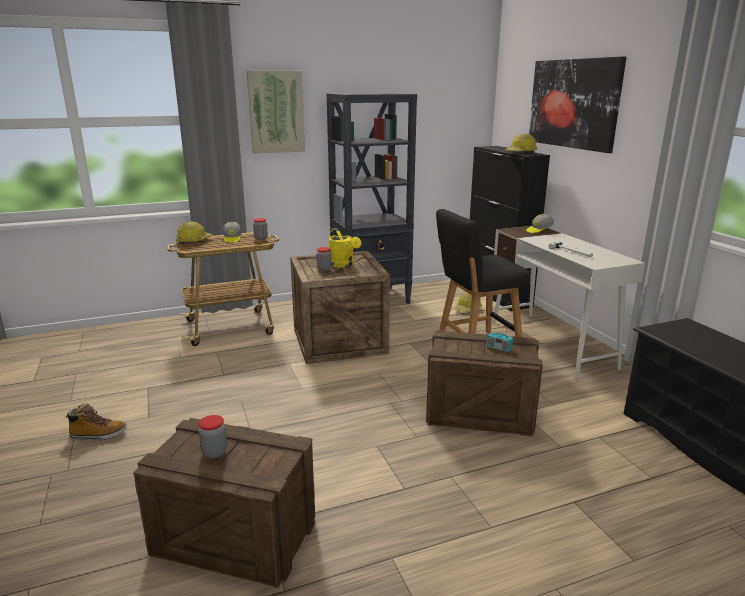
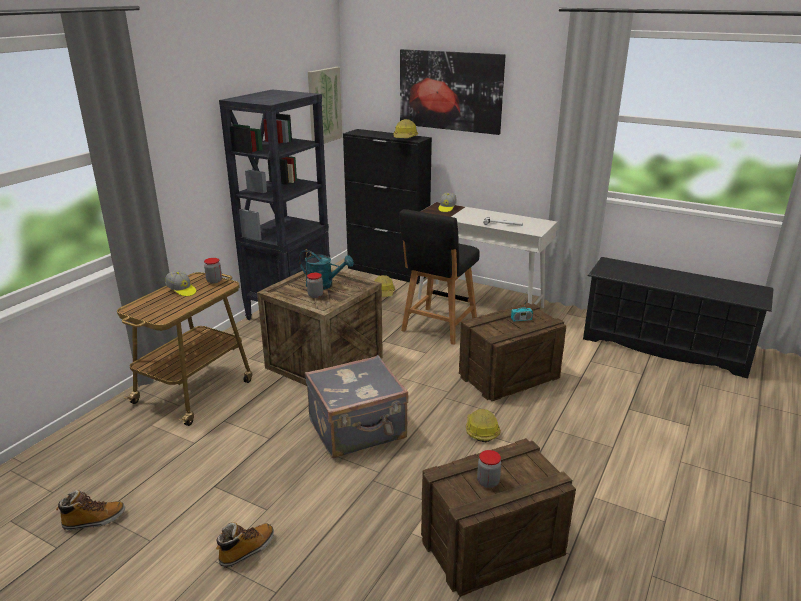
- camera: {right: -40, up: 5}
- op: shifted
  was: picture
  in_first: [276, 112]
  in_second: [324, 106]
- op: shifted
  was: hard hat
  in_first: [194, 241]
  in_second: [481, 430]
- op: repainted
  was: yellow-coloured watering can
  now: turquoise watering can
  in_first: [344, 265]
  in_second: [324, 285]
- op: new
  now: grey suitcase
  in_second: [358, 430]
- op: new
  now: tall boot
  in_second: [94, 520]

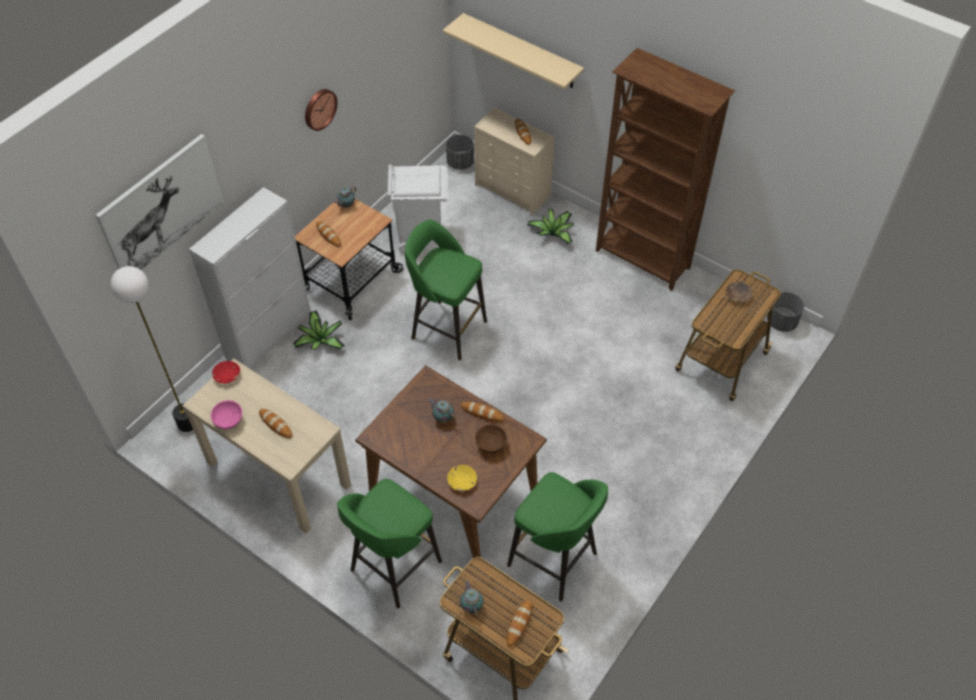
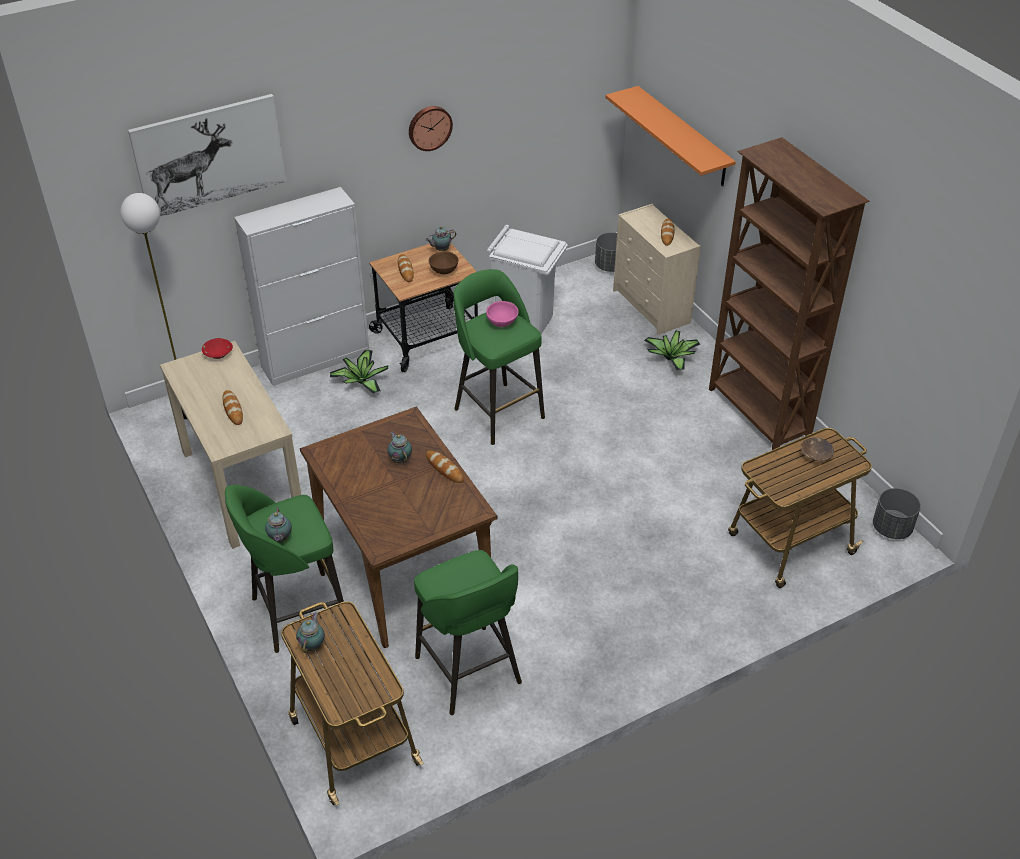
- camera: {right: 25, up: -10}
- op: repainted
  was: beige wall shelf
  now: orange-coloured wall shelf
  in_first: [521, 51]
  in_second: [683, 137]
- op: shifted
  was: pinkish deep dish
  in_first: [229, 421]
  in_second: [502, 322]
- op: shifted
  was: brown deep dish
  in_first: [490, 445]
  in_second: [443, 271]
- op: gone
  was: yellow-coloured deep dish
  in_first: [461, 481]
- op: gone
  was: bakery bread
  in_first: [519, 623]
- op: new
  now: pot for tea
  in_second: [280, 539]

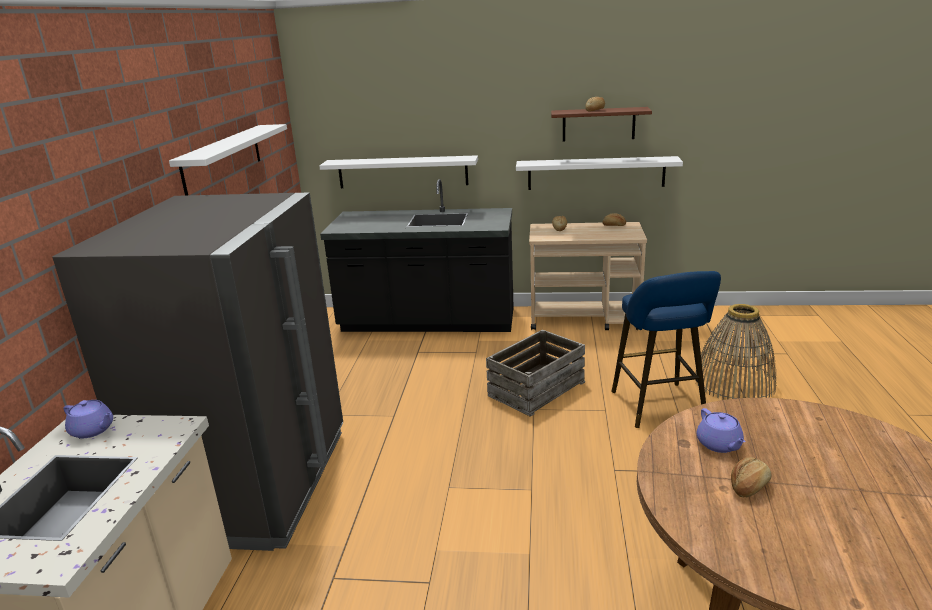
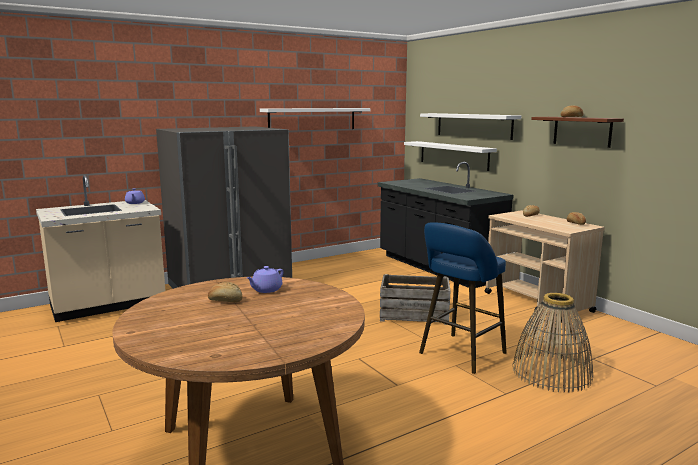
- camera: {right: 50, up: -10}
- op: shifted
  was: white-coloured wall shelf
  in_first: [595, 173]
  in_second: [473, 125]

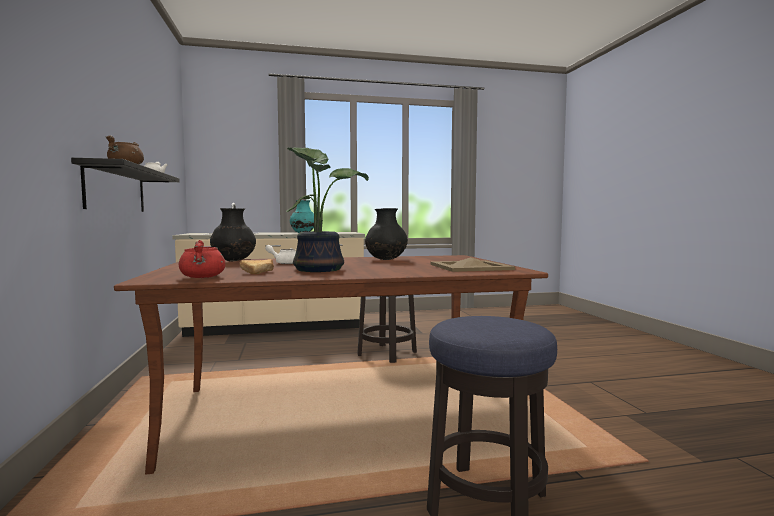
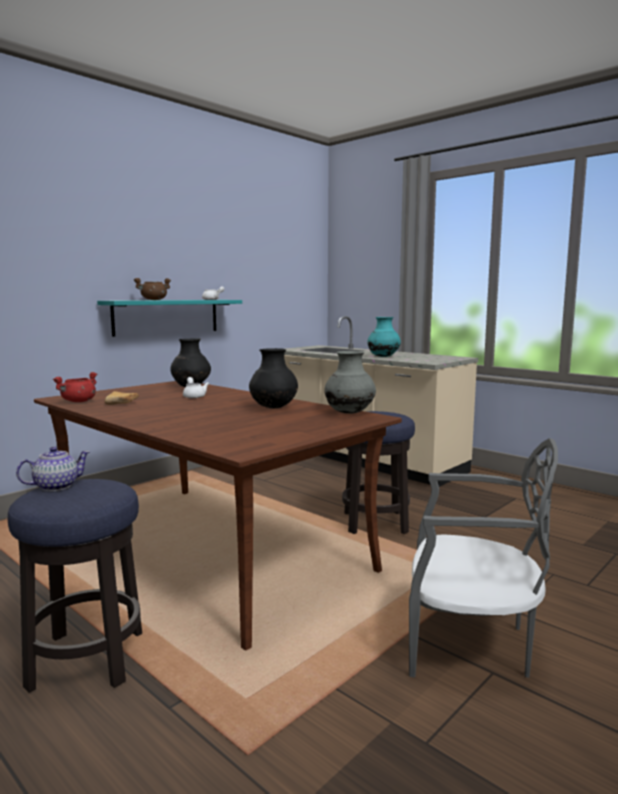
- camera: {right: 55, up: 5}
- op: gone
  was: potted plant
  in_first: [319, 269]
- op: repainted
  was: blackish wall shelf
  now: turquoise wall shelf
  in_first: [116, 190]
  in_second: [167, 316]
- op: gone
  was: beige tray
  in_first: [470, 267]
- op: new
  now: grey vase
  in_second: [349, 413]
- op: new
  now: grey chair
  in_second: [470, 644]
- op: new
  now: pot for tea
  in_second: [55, 486]

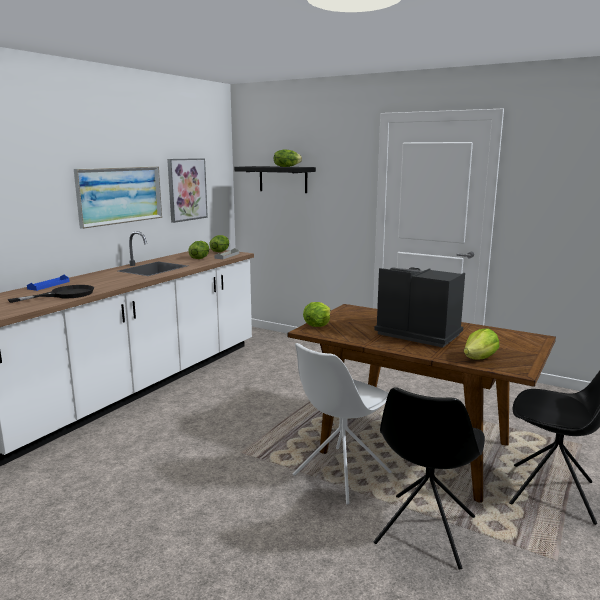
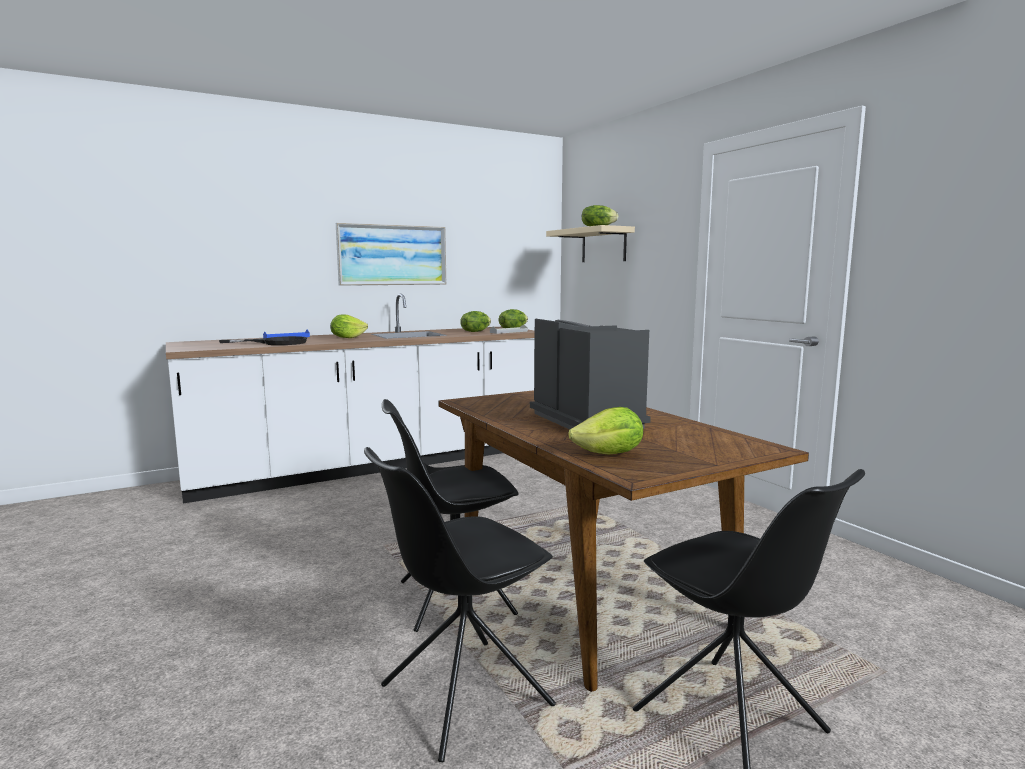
- camera: {right: 30, up: -5}
- op: gone
  was: picture
  in_first: [186, 189]
- op: repainted
  was: blackish wall shelf
  now: beige wall shelf
  in_first: [283, 179]
  in_second: [603, 245]
- op: shifted
  was: head of lettuce
  in_first: [317, 325]
  in_second: [347, 338]
- op: repainted
  was: white-coloured chair
  now: blackish chair
  in_first: [340, 475]
  in_second: [453, 598]

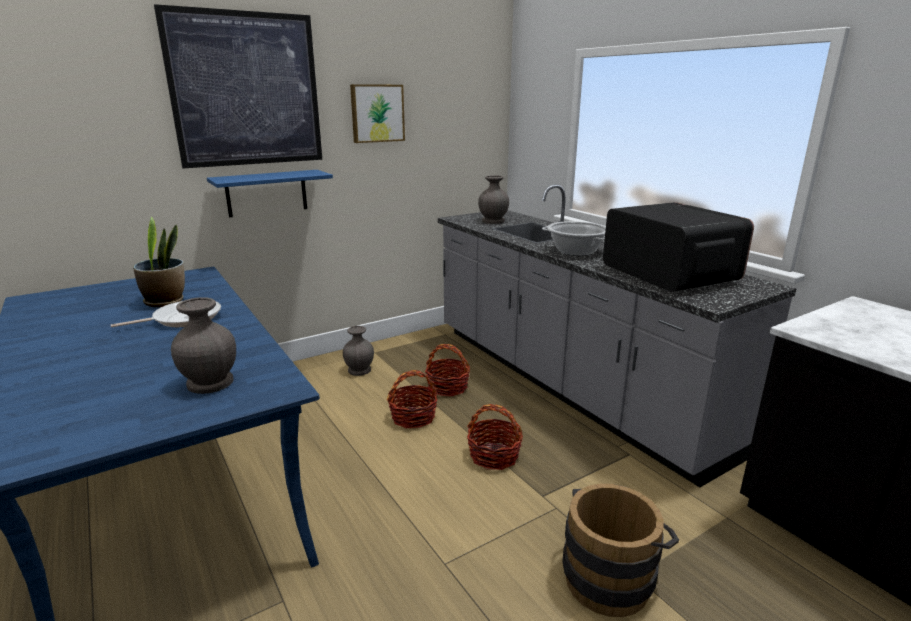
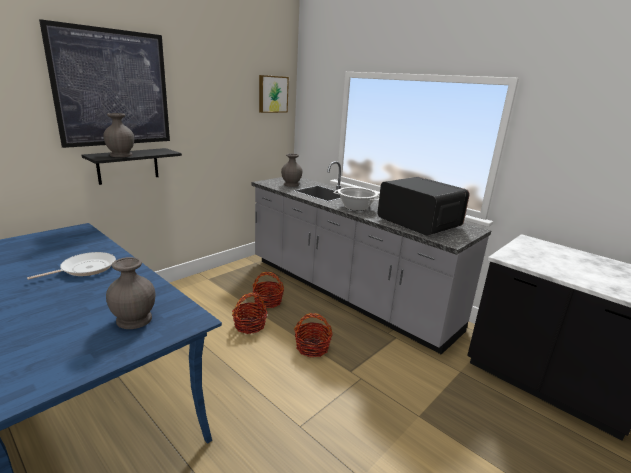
- camera: {right: -15, up: 0}
- op: shifted
  was: picture
  in_first: [377, 113]
  in_second: [272, 94]
- op: repainted
  was: bluish wall shelf
  now: blackish wall shelf
  in_first: [266, 193]
  in_second: [128, 166]
- op: gone
  was: potted plant
  in_first: [165, 301]
- op: shifted
  was: grey vase
  in_first: [359, 370]
  in_second: [120, 155]
- op: gone
  was: brown water bucket
  in_first: [611, 576]

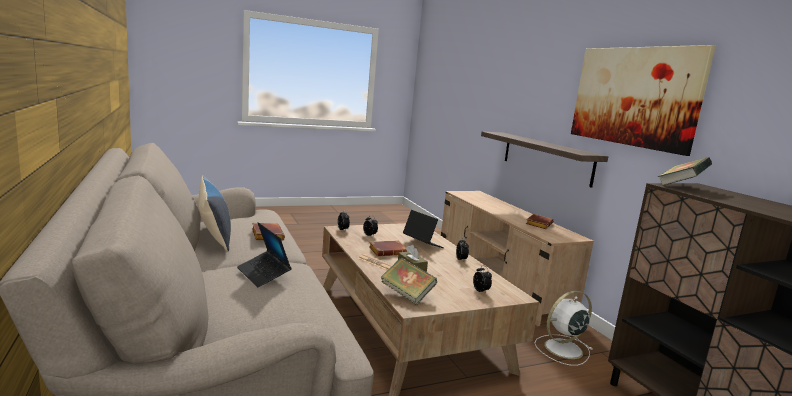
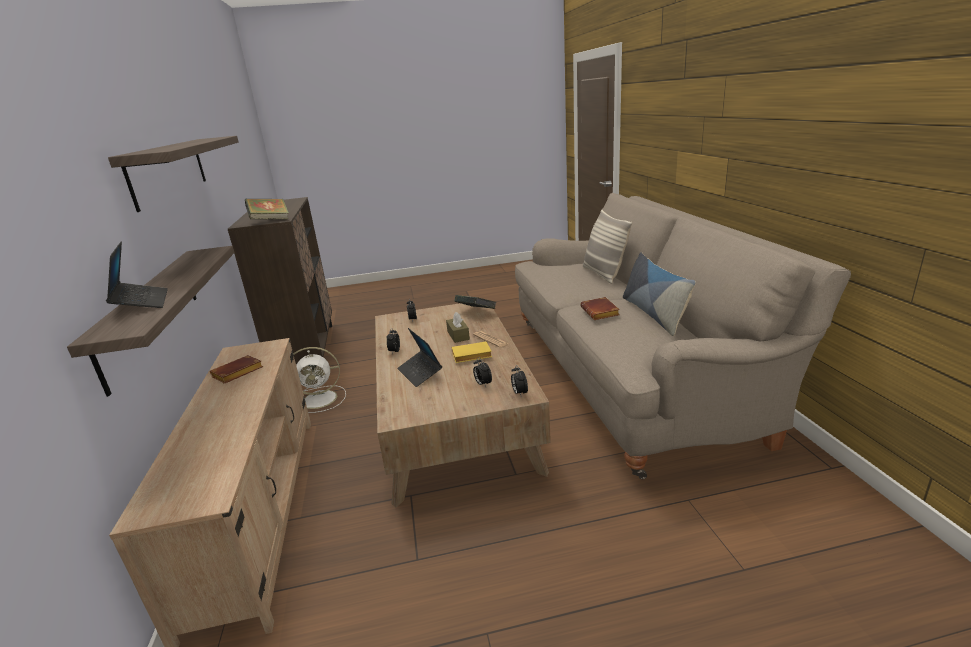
- camera: {right: -165, up: 10}
- op: swapped
  was: picture
  now: wall shelf
  in_first: [634, 96]
  in_second: [169, 170]
- op: shifted
  was: laptop
  in_first: [263, 274]
  in_second: [141, 302]
- op: repainted
  was: brown volume
  now: yellow-coloured volume
  in_first: [388, 251]
  in_second: [470, 356]
- op: new
  now: pillow
  in_second: [603, 274]

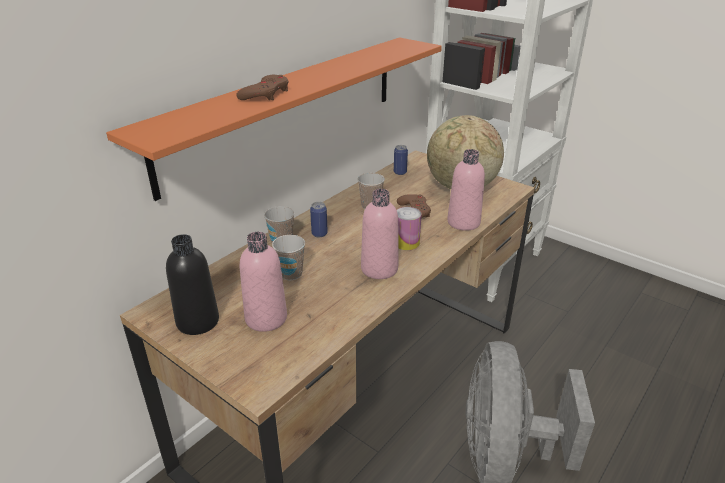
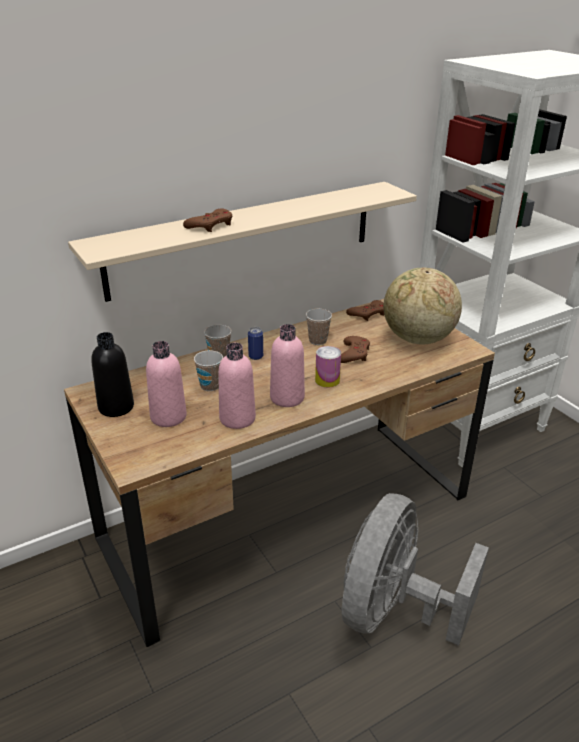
- camera: {right: 20, up: 0}
- op: repainted
  was: orange-coloured wall shelf
  now: beige wall shelf
  in_first: [287, 108]
  in_second: [244, 238]
- op: swapped
  was: can
  now: brown gamepad
  in_first: [400, 172]
  in_second: [368, 314]
- op: shifted
  was: pinkish drink bottle
  in_first: [463, 222]
  in_second: [237, 418]

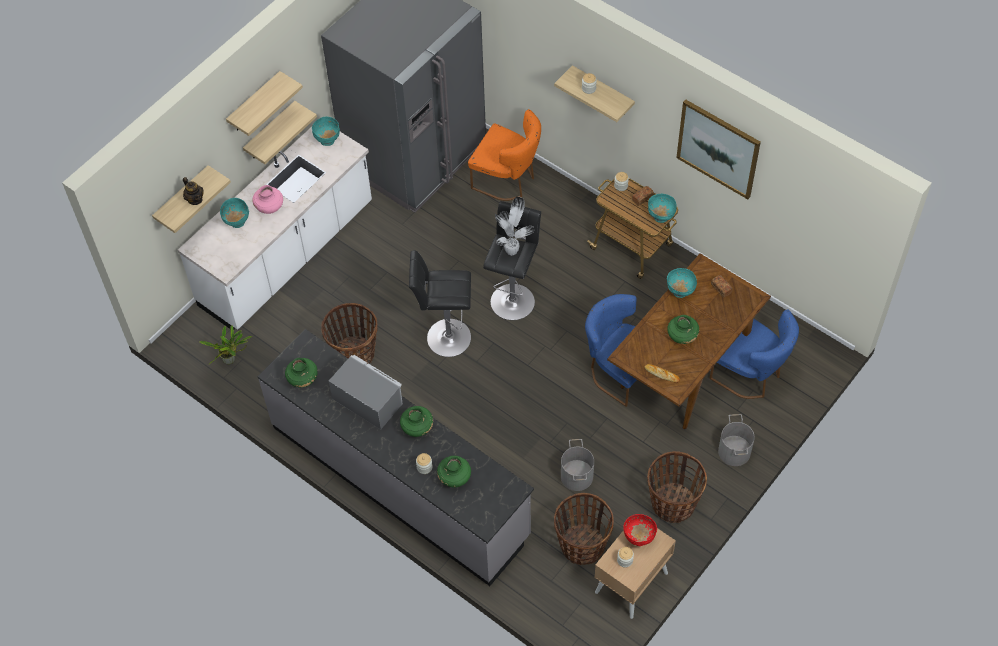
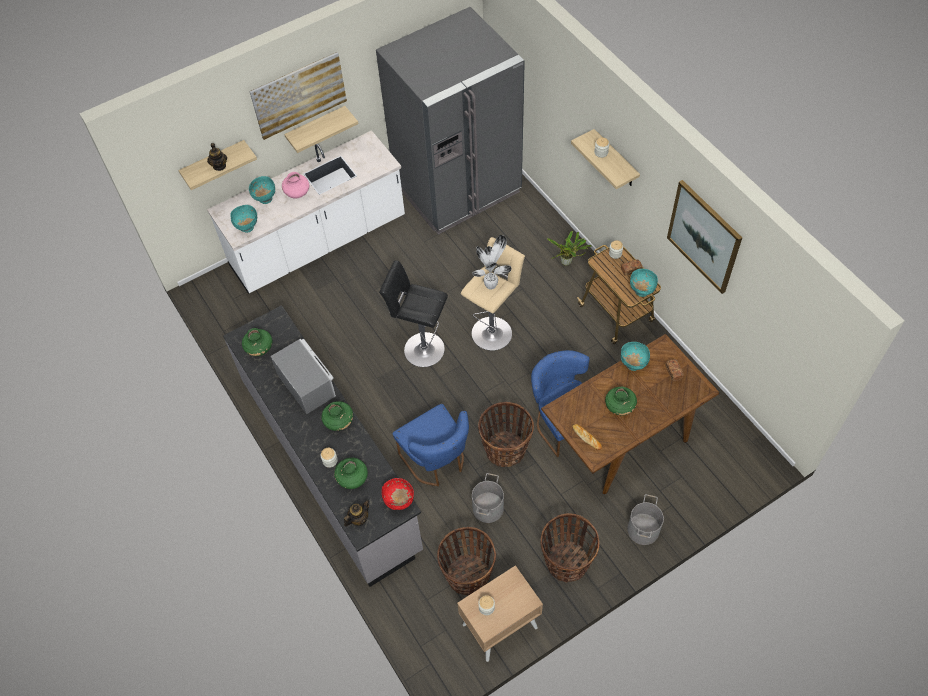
- camera: {right: 20, up: 0}
- op: swapped
  was: wall shelf
  now: picture
  in_first: [255, 103]
  in_second: [299, 95]
- op: gone
  was: orange-coloured chair
  in_first: [508, 180]
- op: shifted
  was: turquoise deep dish
  in_first: [328, 140]
  in_second: [247, 227]
- op: repainted
  was: blackish stool seat
  now: beige stool seat
  in_first: [513, 299]
  in_second: [493, 331]
- op: shifted
  was: storage basket
  in_first: [354, 354]
  in_second: [505, 449]
- op: shifted
  was: bluish chair
  in_first: [750, 375]
  in_second: [437, 461]
- op: shifted
  was: potted plant
  in_first: [231, 360]
  in_second: [567, 262]
- op: shifted
  was: reddish deep dish
  in_first: [639, 538]
  in_second: [399, 502]
- op: new
  now: pot for tea
  in_second: [358, 519]

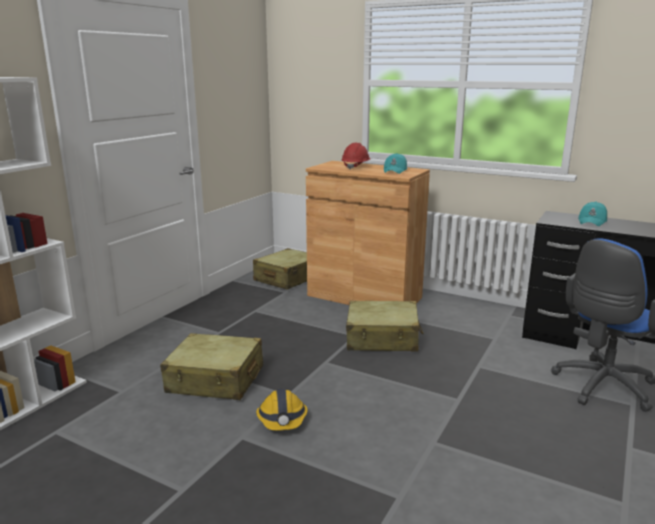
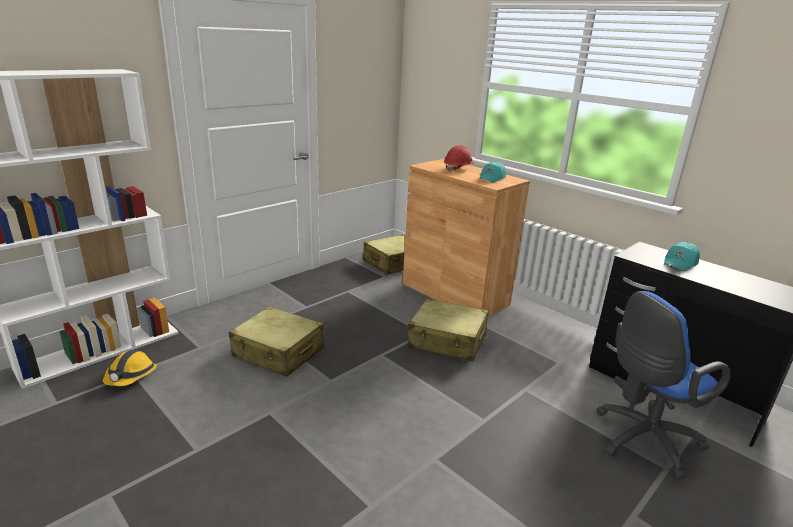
- camera: {right: 15, up: 5}
- op: shifted
  was: hard hat
  in_first: [282, 419]
  in_second: [131, 376]

